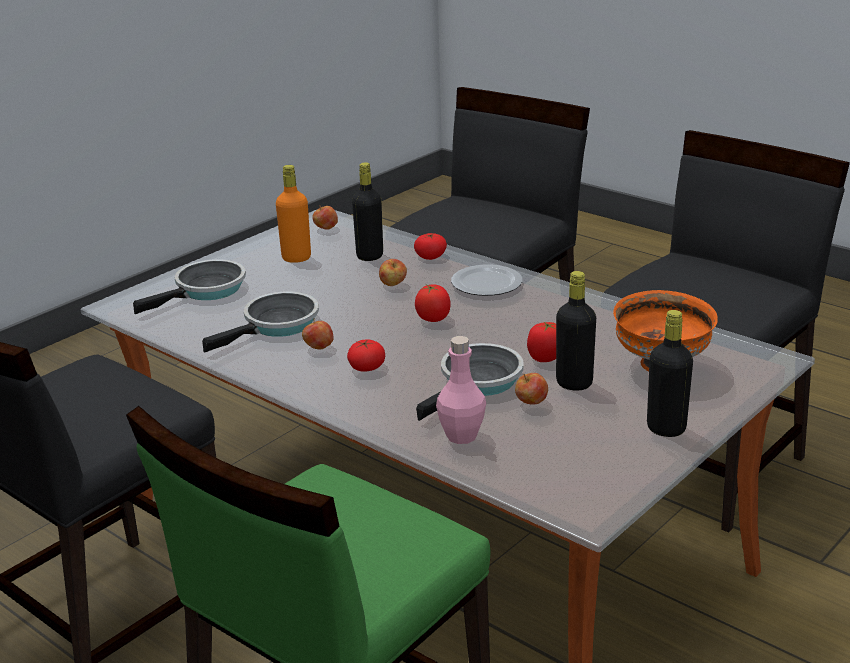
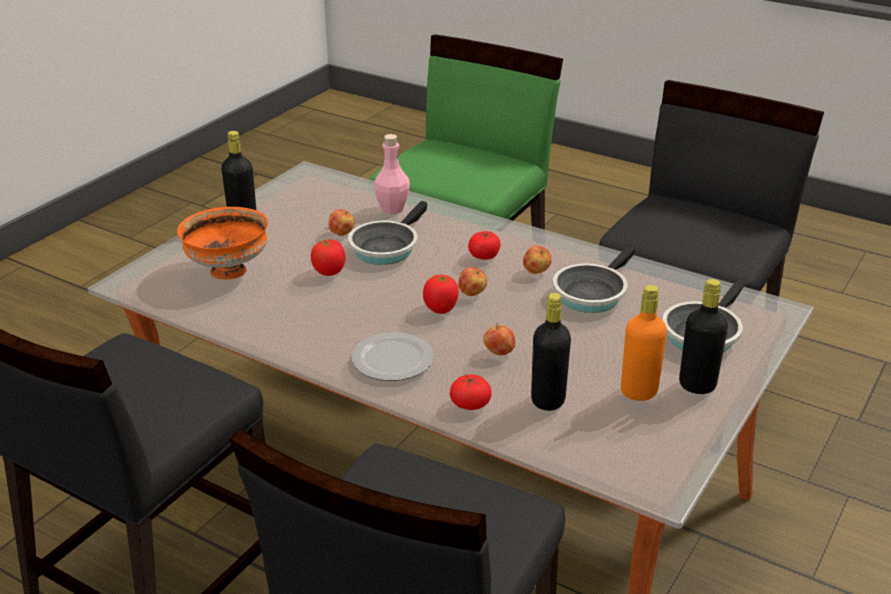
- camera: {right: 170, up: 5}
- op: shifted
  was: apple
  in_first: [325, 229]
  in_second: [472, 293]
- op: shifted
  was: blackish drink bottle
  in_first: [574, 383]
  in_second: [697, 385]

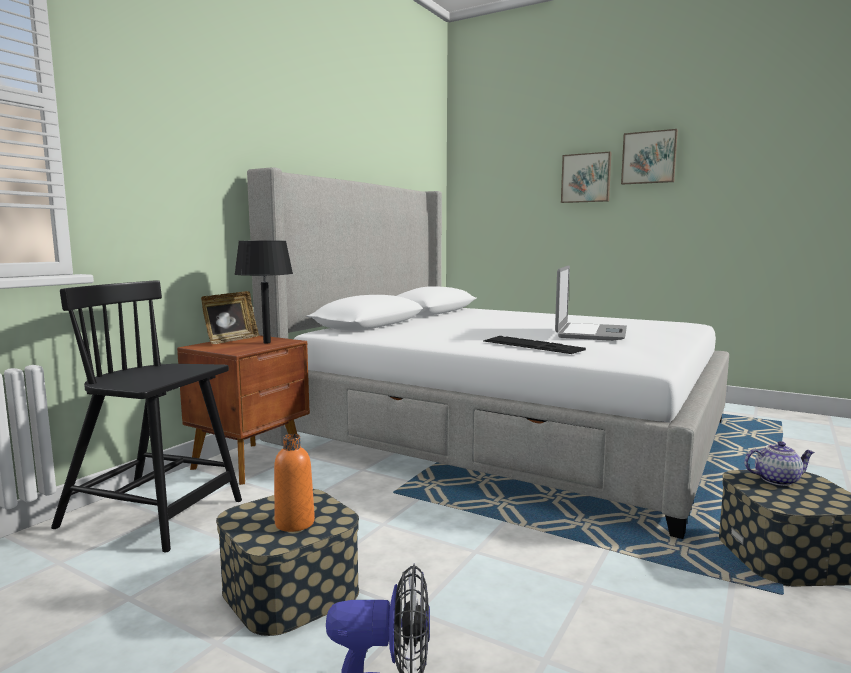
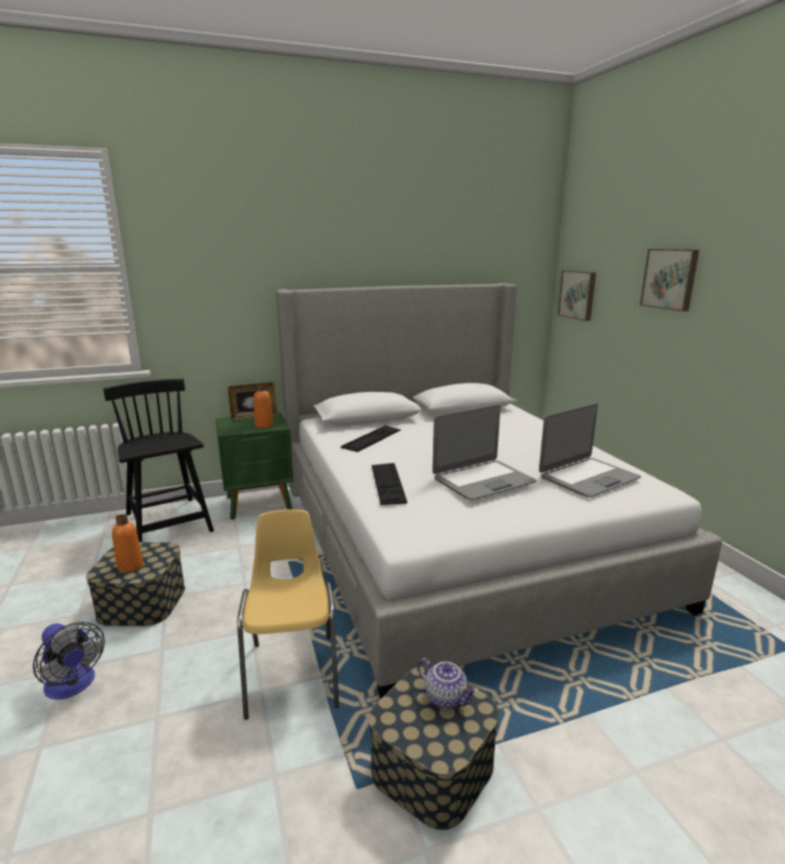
- camera: {right: 40, up: 10}
- op: shifted
  was: picture
  in_first: [649, 157]
  in_second: [578, 294]
- op: swapped
  was: blackish table lamp
  now: orange-coloured drink bottle
  in_first: [267, 342]
  in_second: [264, 425]
- op: repainted
  was: brown nightstand
  now: green nightstand
  in_first: [250, 462]
  in_second: [260, 504]
- op: new
  now: laptop
  in_second: [588, 478]
- op: new
  now: PC keyboard
  in_second: [372, 438]
- op: new
  now: yellow-coloured chair
  in_second: [293, 673]

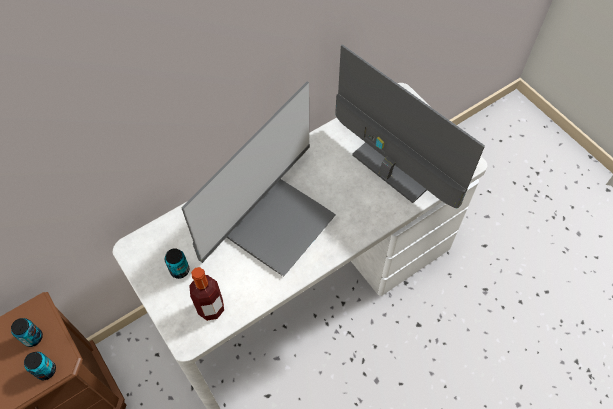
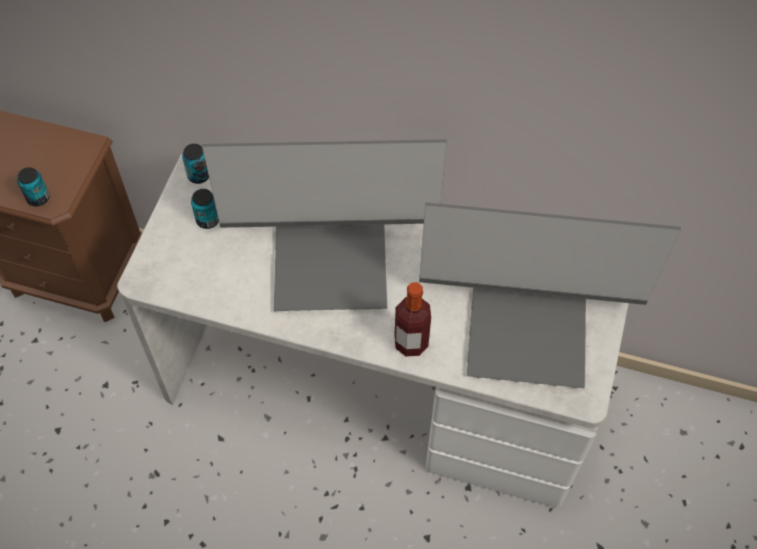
- camera: {right: 50, up: 0}
- op: rotated
  was: computer display
  in_first: [405, 157]
  in_second: [527, 328]
  clockwise: 90
- op: shifted
  was: drink bottle
  in_first: [211, 308]
  in_second: [411, 342]
- op: shifted
  was: can
  in_first: [33, 337]
  in_second: [199, 175]

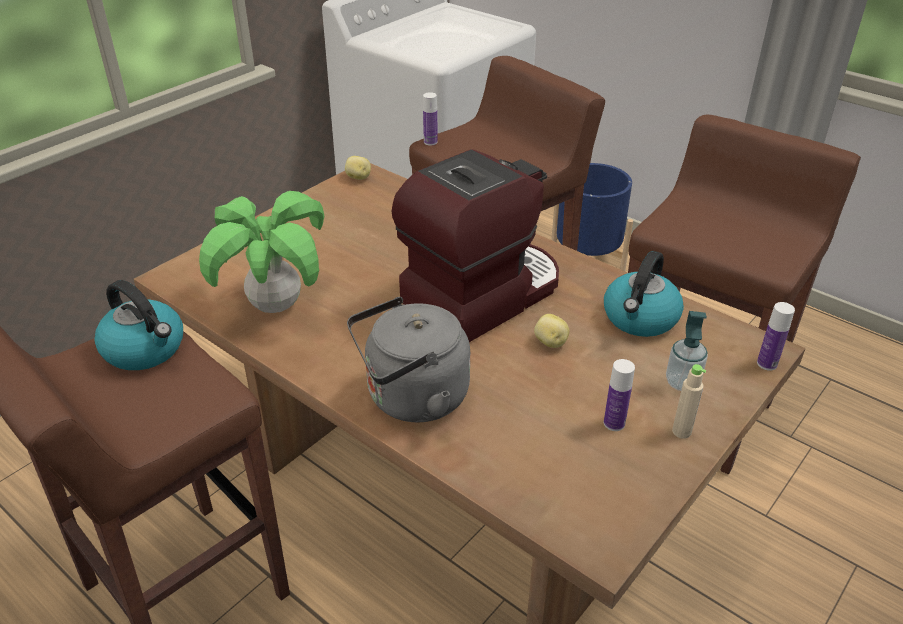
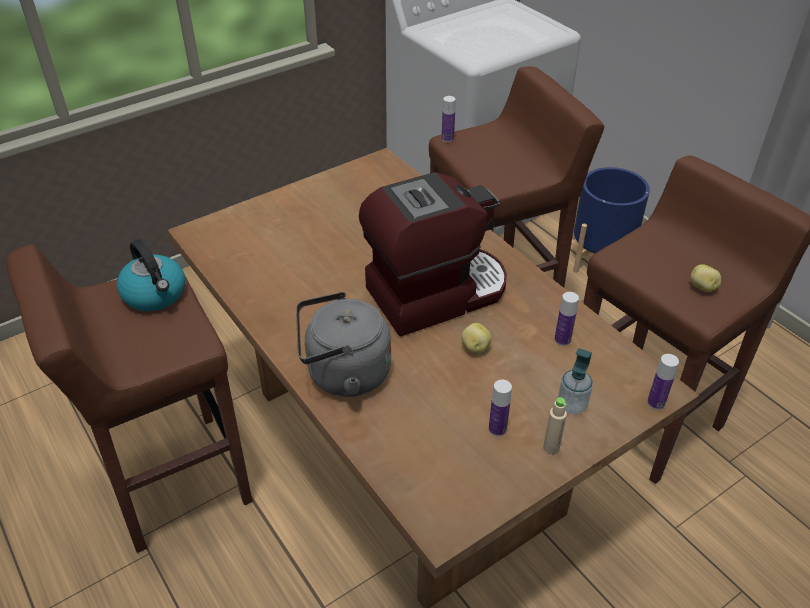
- camera: {right: 15, up: 5}
- op: shifted
  was: spud
  in_first: [358, 178]
  in_second: [702, 287]
- op: gone
  was: potted plant
  in_first: [275, 305]
- op: swapped
  was: tea kettle
  now: drink bottle
  in_first: [640, 319]
  in_second: [562, 340]

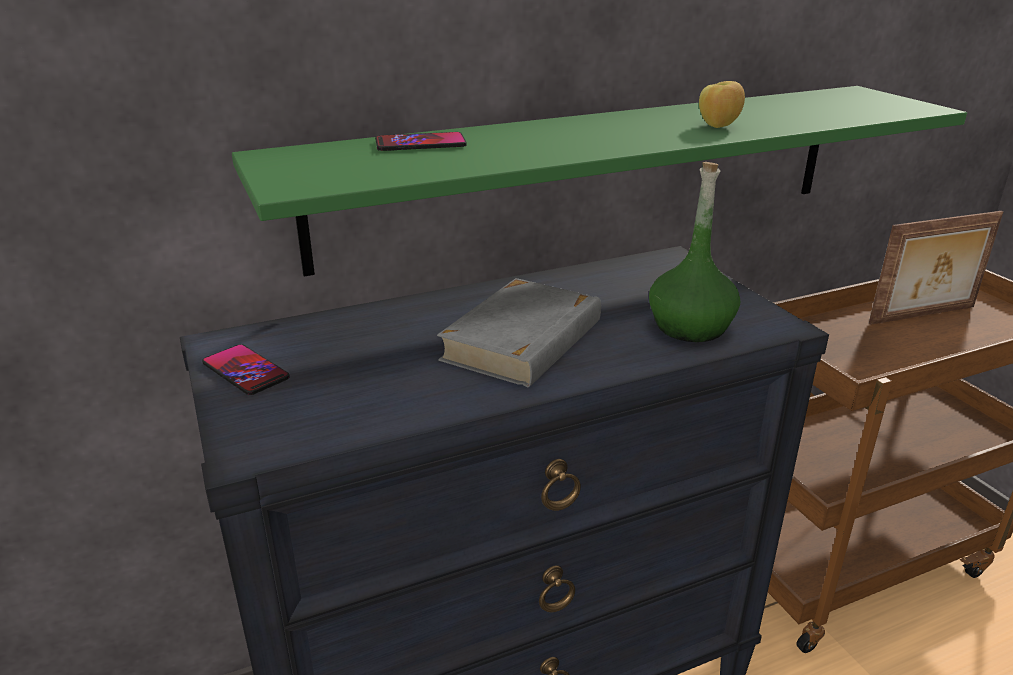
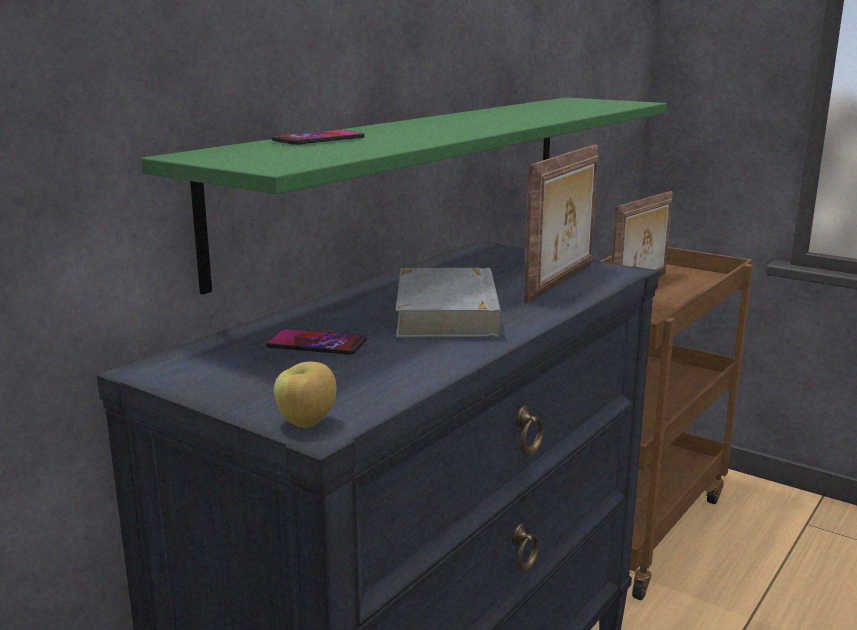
- camera: {right: -30, up: -10}
- op: shifted
  was: apple
  in_first: [718, 126]
  in_second: [306, 423]
- op: swapped
  was: green drink bottle
  now: photo frame
  in_first: [690, 327]
  in_second: [562, 282]
- op: shifted
  was: telephone
  in_first: [245, 371]
  in_second: [317, 344]

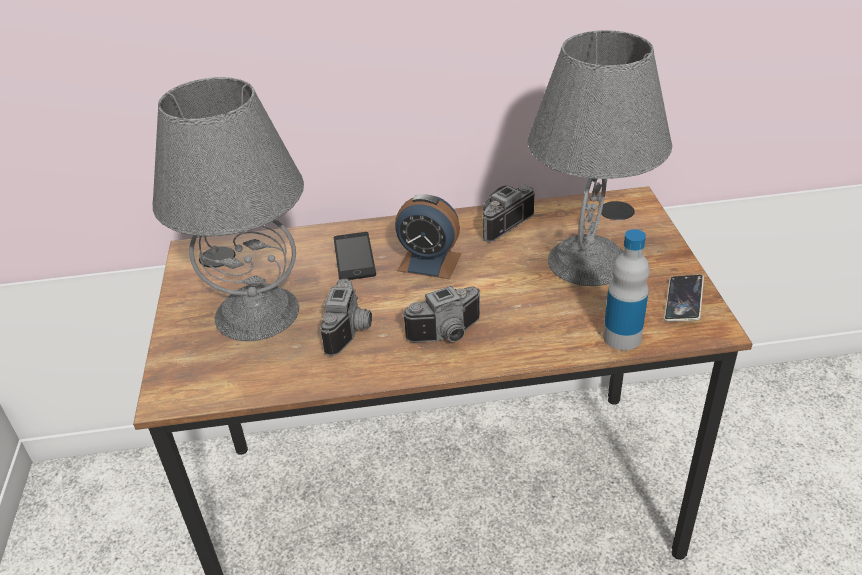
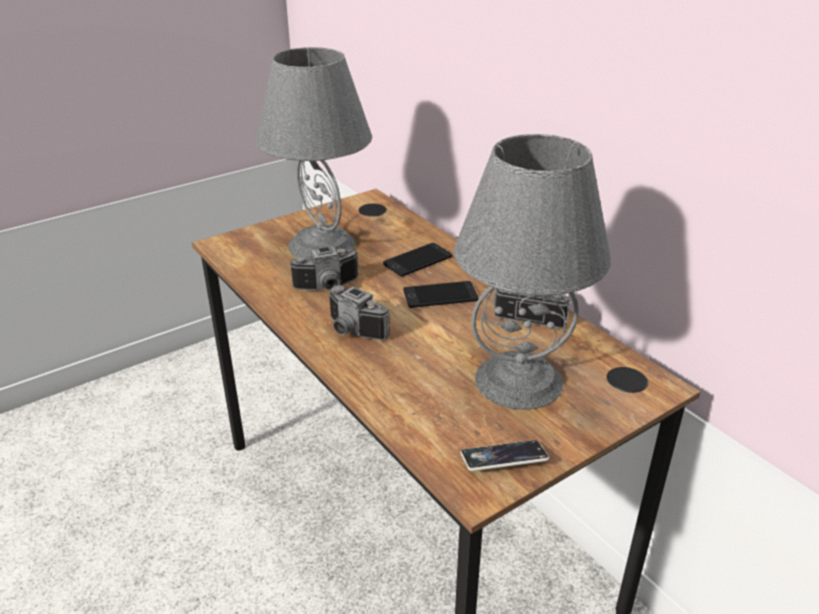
- camera: {right: 60, up: -5}
- op: swapped
  was: bedside clock
  now: telephone
  in_first: [429, 262]
  in_second: [440, 295]
- op: gone
  was: drink bottle
  in_first: [622, 337]

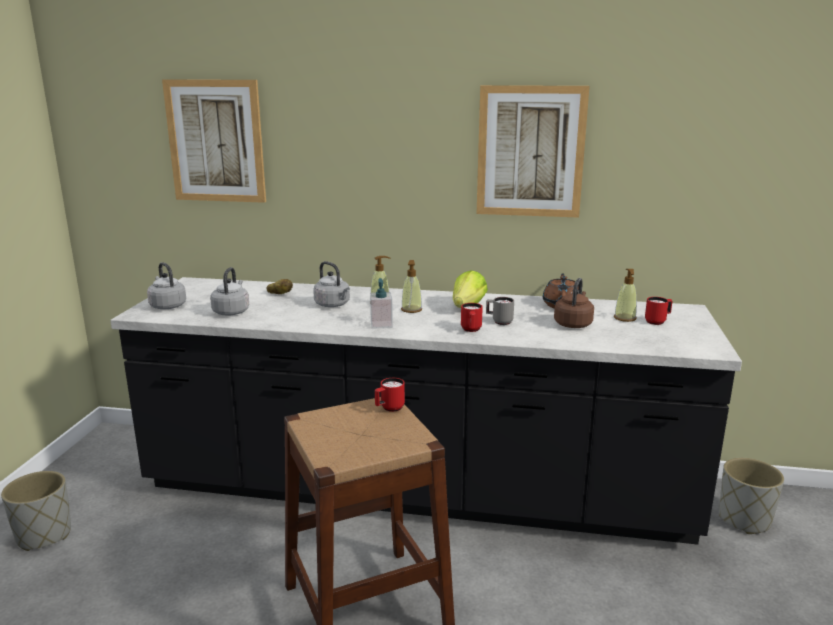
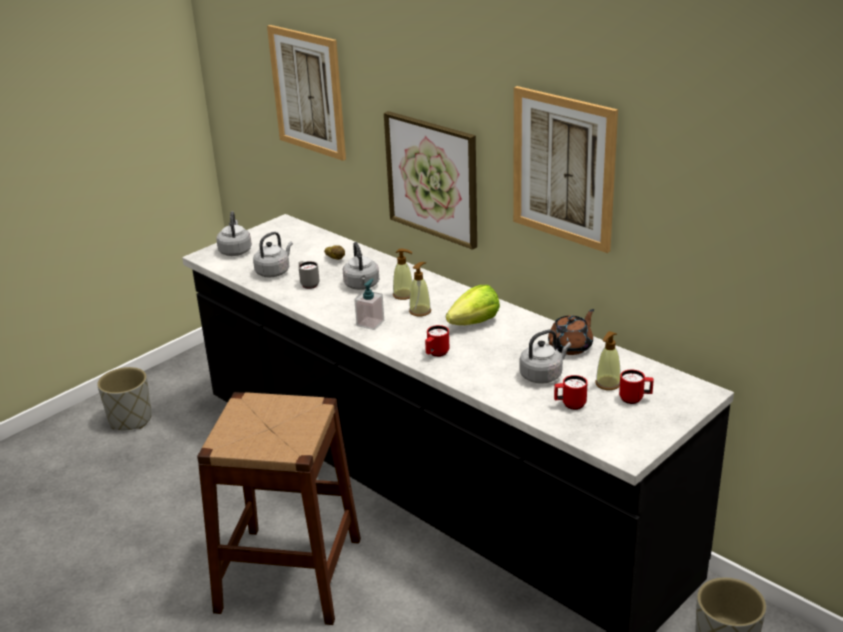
- camera: {right: 35, up: 10}
- op: repainted
  was: brown tea kettle
  now: grey tea kettle
  in_first: [573, 324]
  in_second: [543, 375]
- op: shifted
  was: grey coffee mug
  in_first: [499, 322]
  in_second: [308, 284]
- op: shifted
  was: reddish coffee mug
  in_first: [389, 408]
  in_second: [570, 405]
- op: new
  now: picture
  in_second: [432, 178]

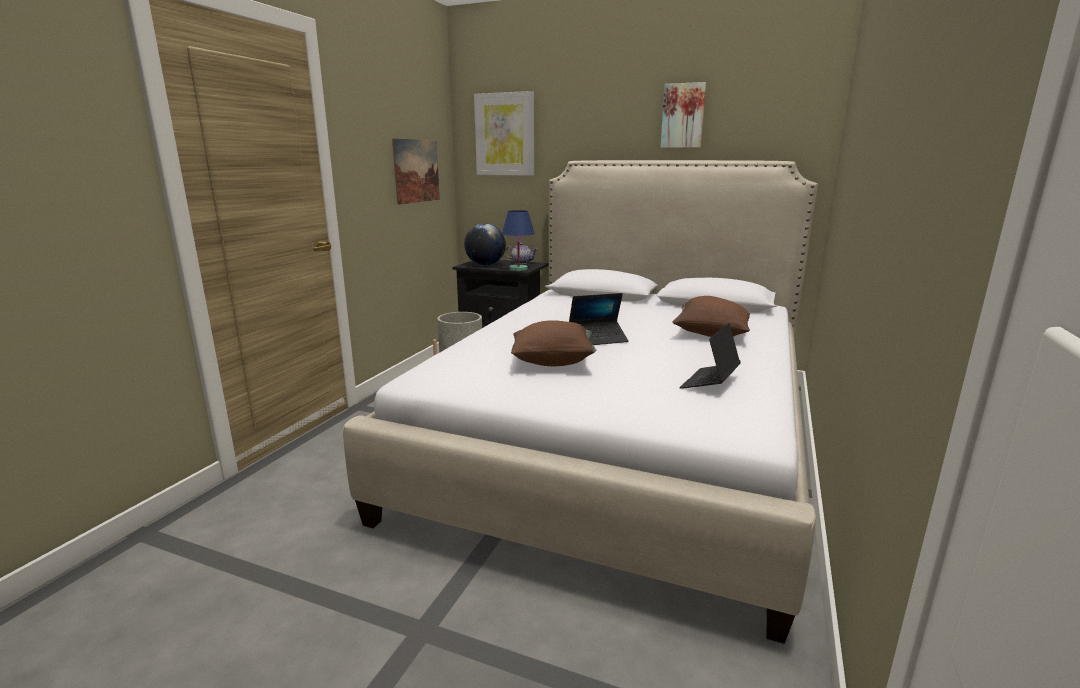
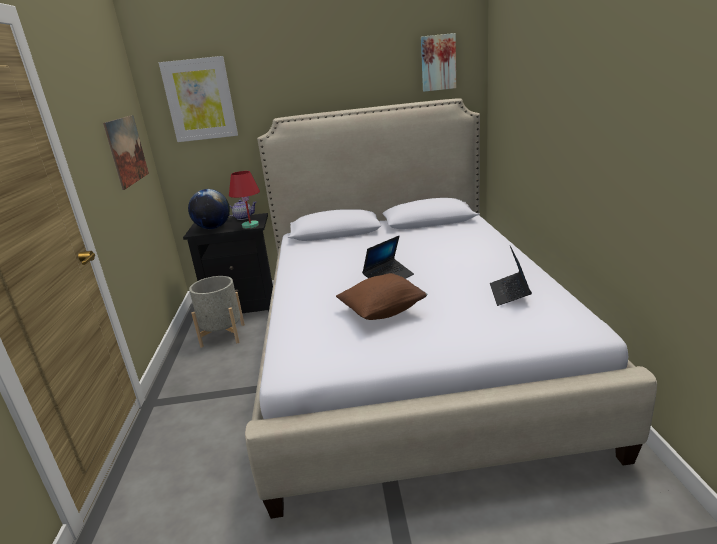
- camera: {right: -25, up: 5}
- op: shifted
  was: picture
  in_first: [683, 116]
  in_second: [438, 62]
- op: repainted
  was: bluish table lamp
  now: reddish table lamp
  in_first: [518, 269]
  in_second: [250, 226]
- op: gone
  was: brown pillow
  in_first: [710, 334]

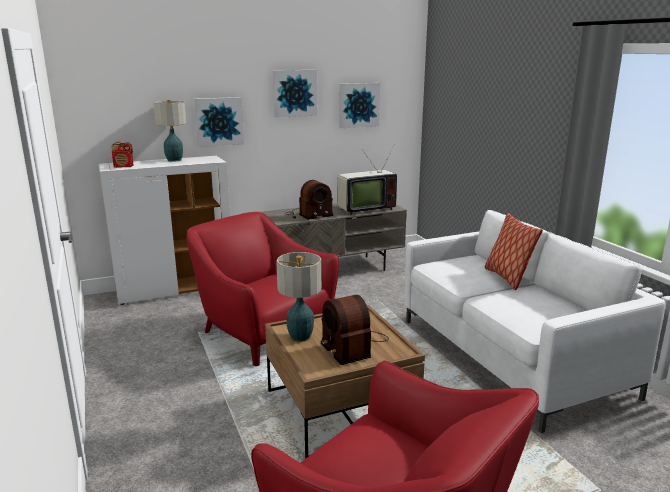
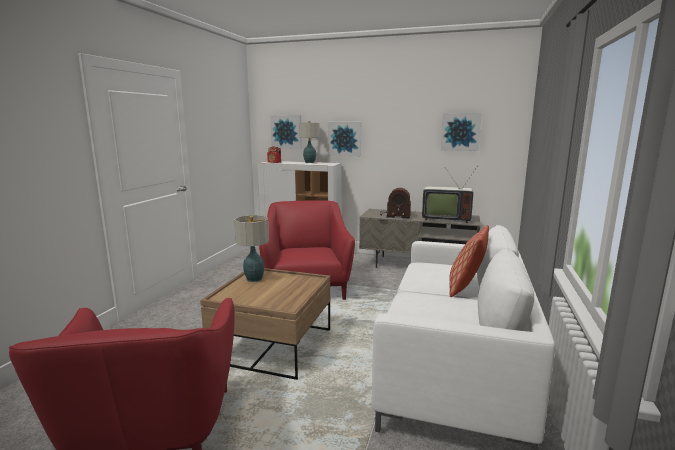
- camera: {right: 40, up: -5}
- op: shifted
  was: picture
  in_first: [294, 93]
  in_second: [286, 131]
- op: gone
  was: radio set
  in_first: [352, 345]

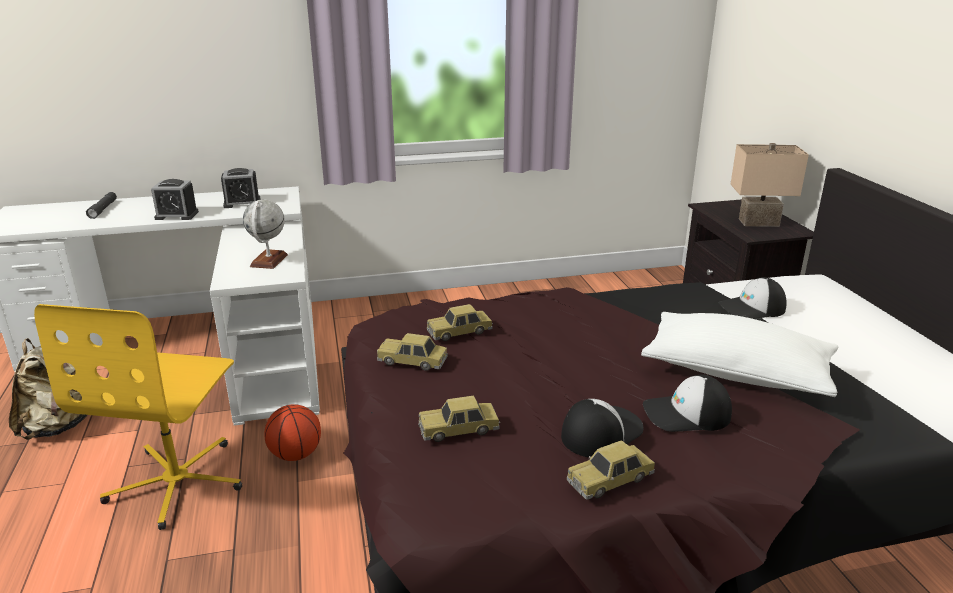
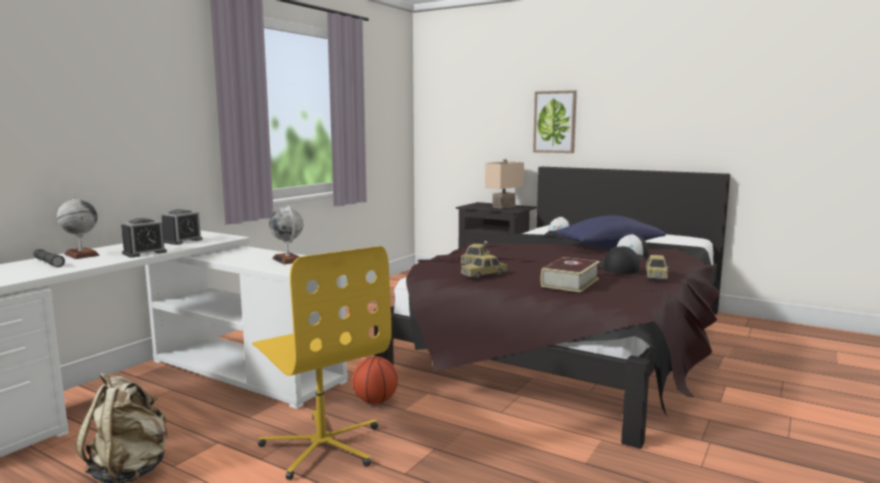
- camera: {right: -45, up: -15}
- op: repainted
  was: white-coloured pillow
  now: bluish pillow
  in_first: [736, 373]
  in_second: [608, 247]
- op: swapped
  was: model car
  now: volume
  in_first: [459, 429]
  in_second: [570, 282]
- op: new
  now: picture
  in_second: [555, 122]
- op: new
  now: globe
  in_second: [81, 255]

